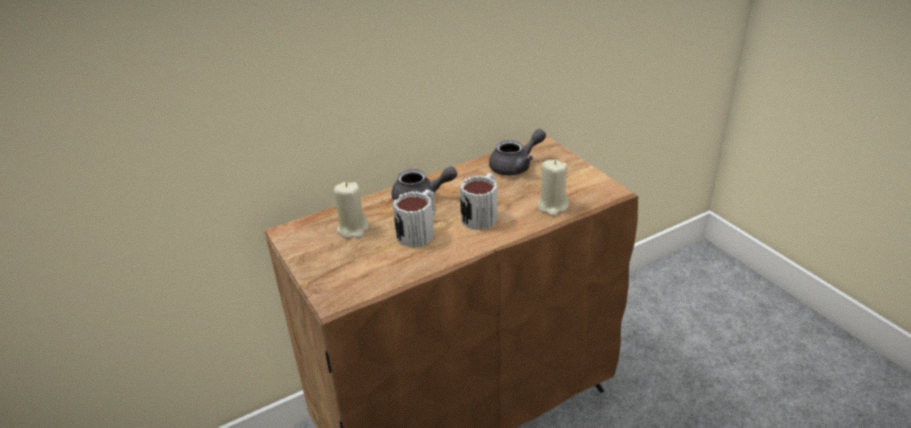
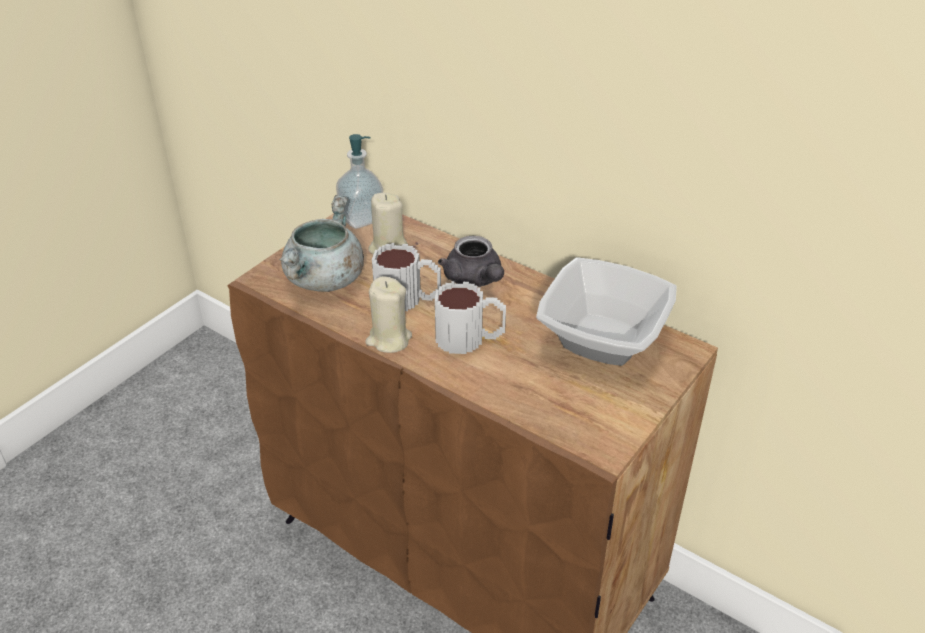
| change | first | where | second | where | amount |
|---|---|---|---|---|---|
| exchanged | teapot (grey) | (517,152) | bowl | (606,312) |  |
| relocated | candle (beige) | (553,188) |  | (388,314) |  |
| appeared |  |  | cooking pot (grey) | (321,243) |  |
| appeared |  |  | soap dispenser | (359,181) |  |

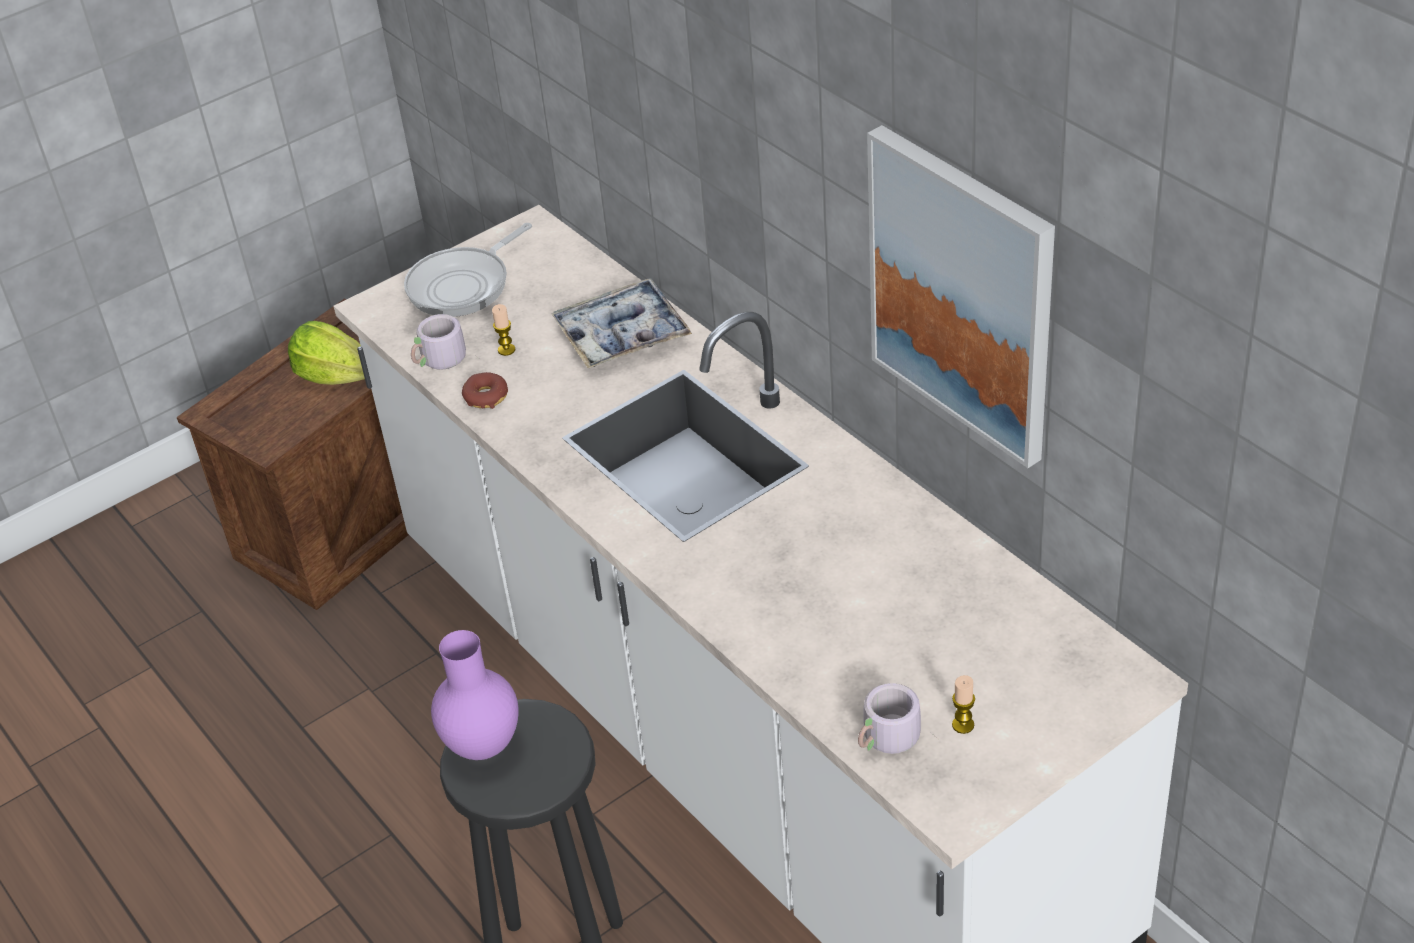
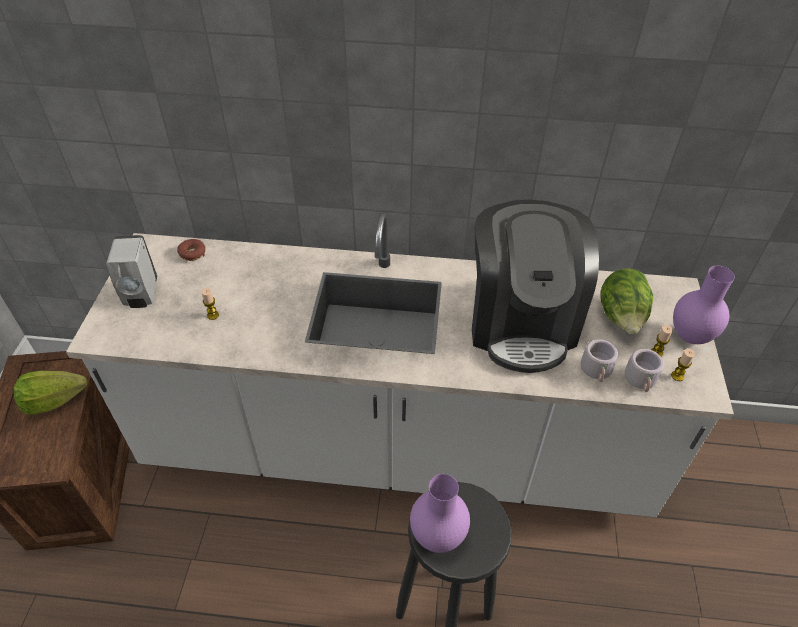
| change | first | where | second | where | amount |
|---|---|---|---|---|---|
| exchanged | frying pan | (468,270) | soap dispenser (white) | (131,271) |  |
| relocated | mug (grey) | (444,342) |  | (599,360) |  |
| relocated | donut | (485,390) |  | (191,250) |  |
| missing | tray | (622,323) |  |  |  |
| missing | picture | (961,296) |  |  |  |
| appeared |  |  | coffee machine | (535,286) |  |
| appeared |  |  | lettuce | (627,301) |  |
| appeared |  |  | candle | (683,364) |  |
| appeared |  |  | vase (purple) | (704,305) |  |

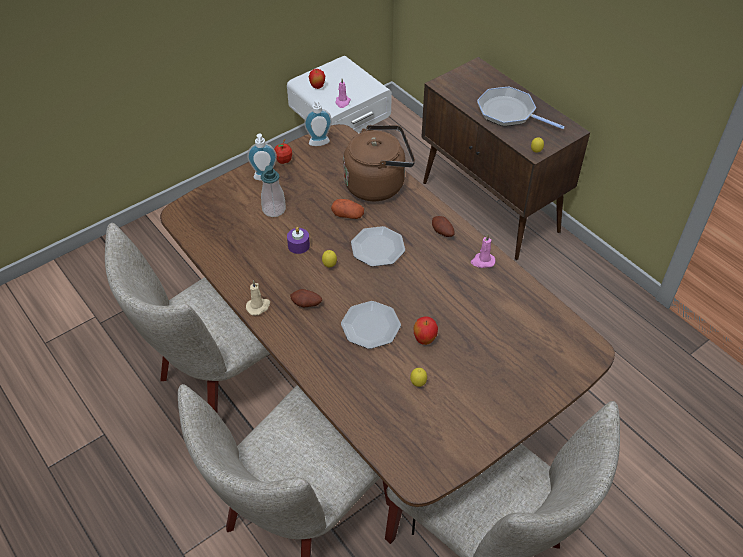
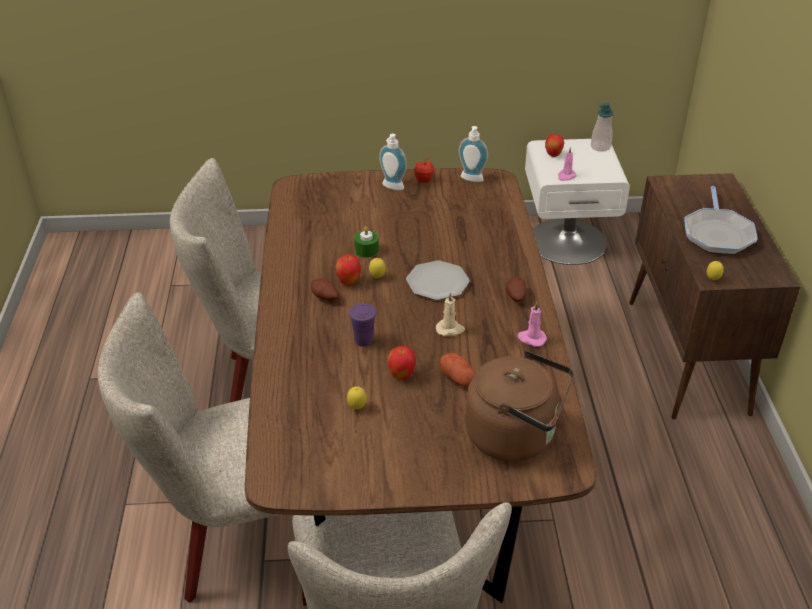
| change | first | where | second | where | amount |
|---|---|---|---|---|---|
| relocated | candle (beige) | (258,297) |  | (450,314) |  |
| relocated | soap dispenser | (273,191) |  | (602,127) |  |
| colour | candle (purple) | (298,240) | candle (green) | (366,242) |  |
| relocated | potato | (347,209) |  | (458,370) |  |
| exchanged | plate | (371,325) | cup (purple) | (363,325) |  |
| relocated | kettle (brown) | (379,163) |  | (519,405) |  |
| spun | frying pan | (521,107) |  | (721,220) | 150 degrees counterclockwise |
| appeared |  |  | apple | (348,270) |  |

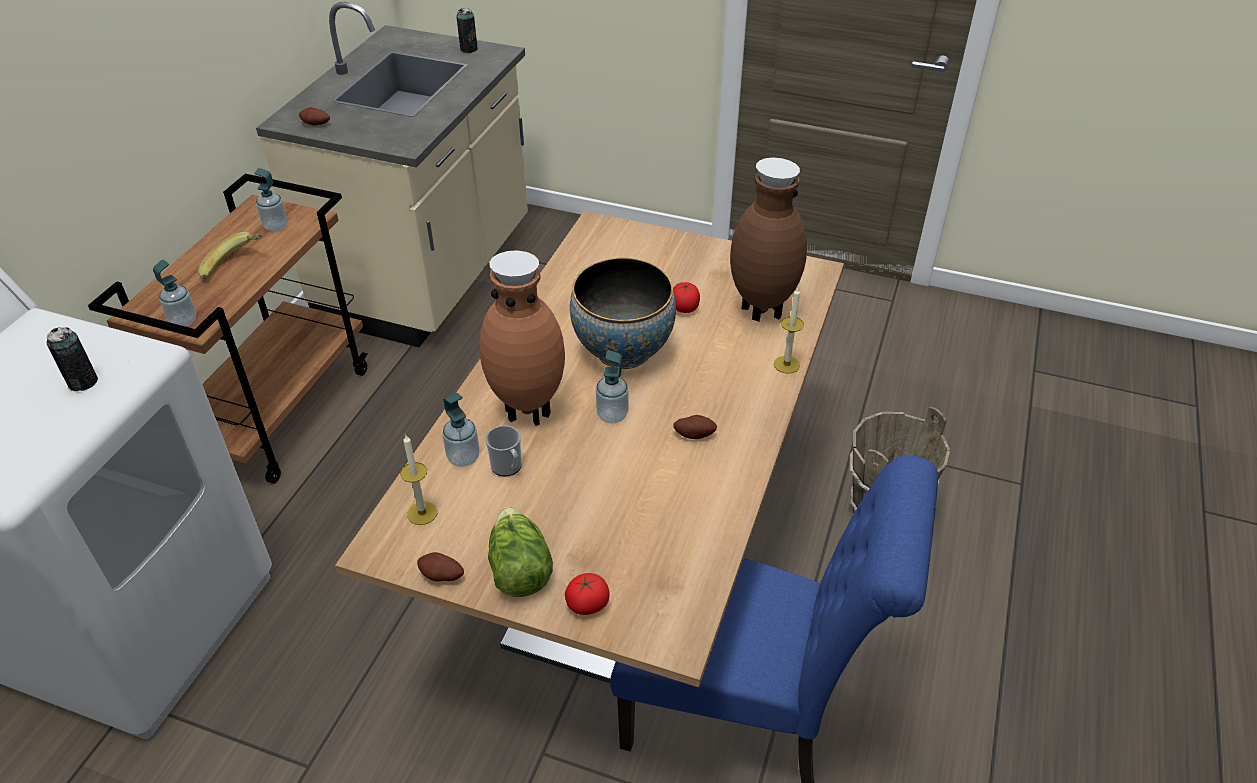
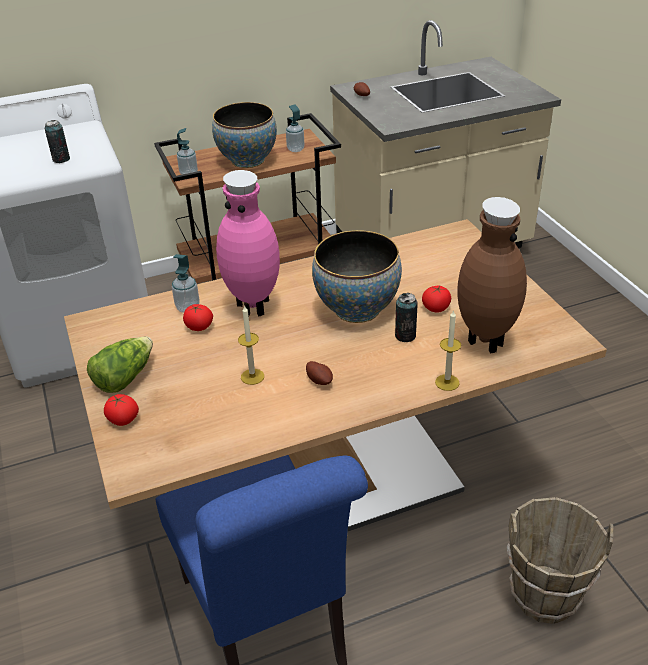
| change | first | where | second | where | amount |
|---|---|---|---|---|---|
| exchanged | banana | (230,256) | bowl | (244,135) |  |
| relocated | candle | (419,480) |  | (251,345) |  |
| missing | potato | (440,566) |  |  |  |
| relocated | can | (467,30) |  | (406,317) |  |
| colour | vase (brown) | (522,338) | vase (pink) | (248,243) |  |
| exchanged | mug | (503,451) | tomato | (198,317) |  |
| missing | soap dispenser | (612,386) |  |  |  |

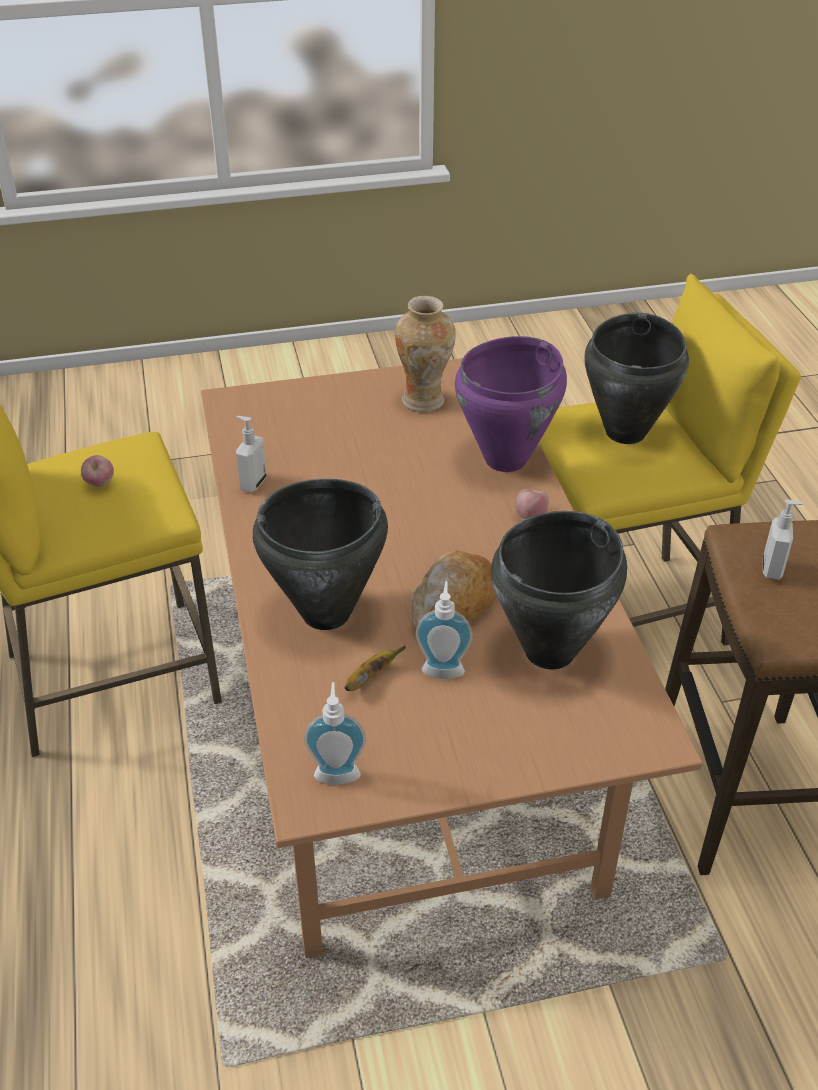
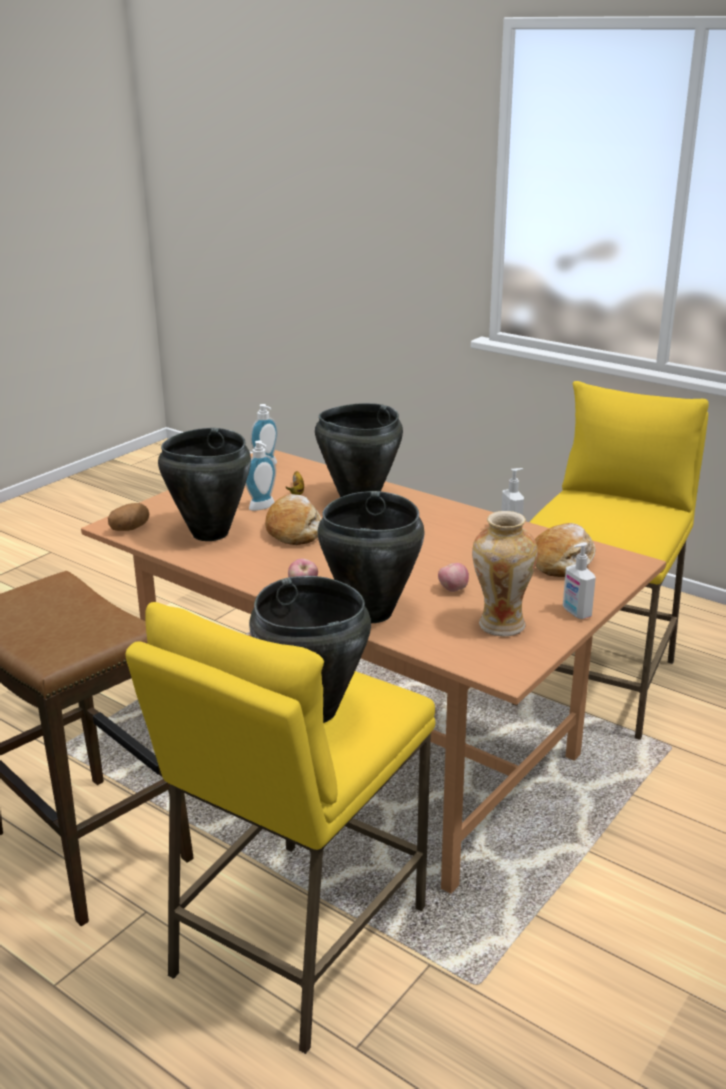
| change | first | where | second | where | amount |
|---|---|---|---|---|---|
| relocated | apple | (97,471) |  | (453,577) |  |
| colour | cooking pot (purple) | (511,404) | cooking pot (black) | (371,557) |  |
| relocated | soap dispenser | (783,539) |  | (579,580) |  |
| appeared |  |  | potato | (128,517) |  |
| appeared |  |  | bread | (565,550) |  |

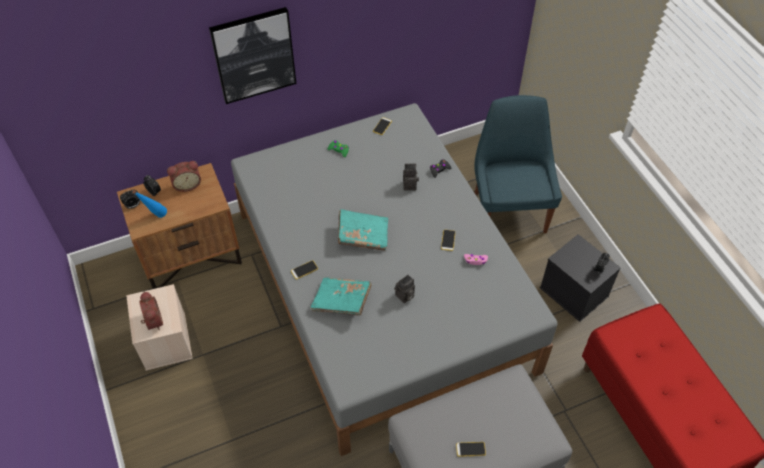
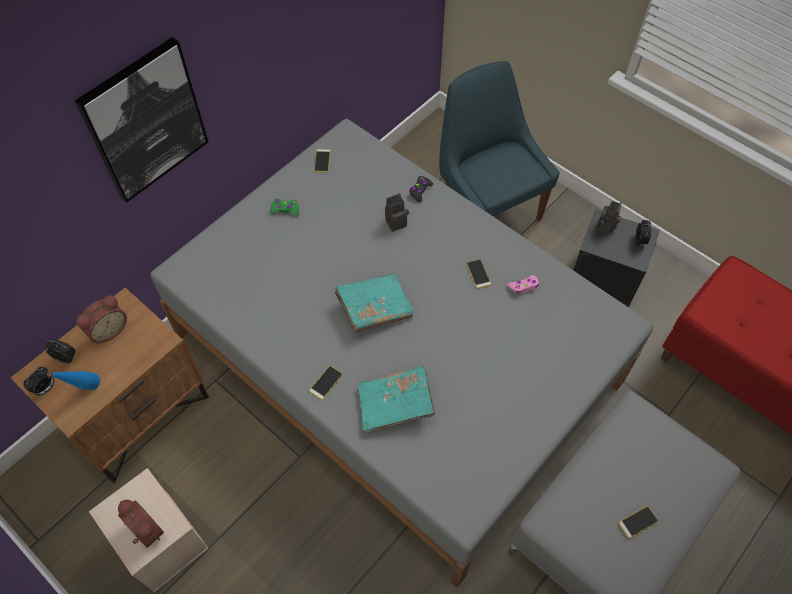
| change | first | where | second | where | amount |
|---|---|---|---|---|---|
| relocated | photo camera | (404,289) |  | (609,217) |  |

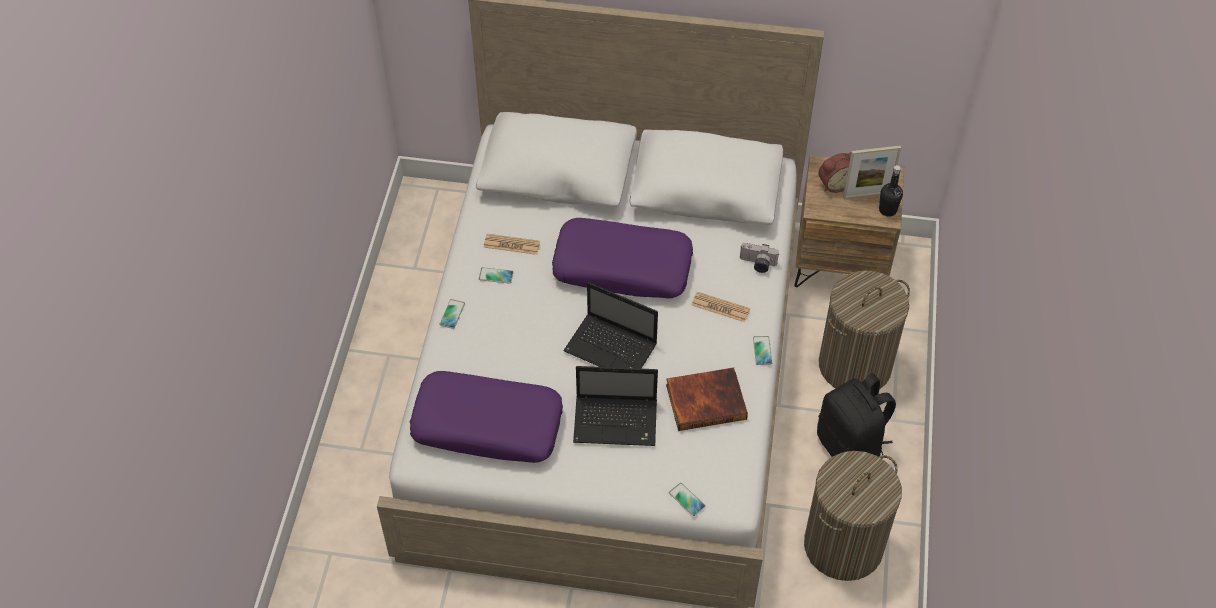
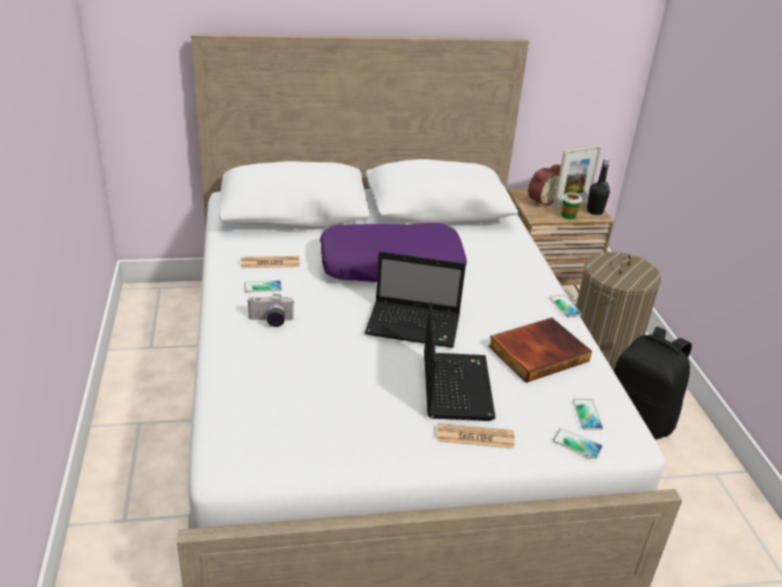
| change | first | where | second | where | amount |
|---|---|---|---|---|---|
| missing | pillow (purple) | (486,417) |  |  |  |
| relocated | phone | (452,314) |  | (588,414) |  |
| spun | laptop | (615,406) |  | (460,361) | 75 degrees counterclockwise |
| relocated | newspaper | (721,307) |  | (476,436) |  |
| relocated | photo camera | (759,258) |  | (270,310) |  |
| missing | laundry basket | (853,516) |  |  |  |
| appeared |  |  | cup | (572,206) |  |

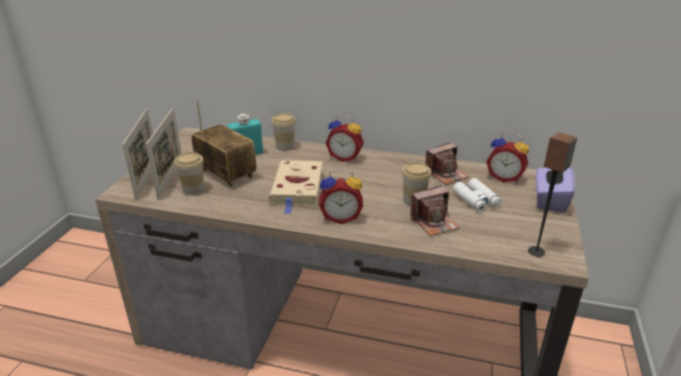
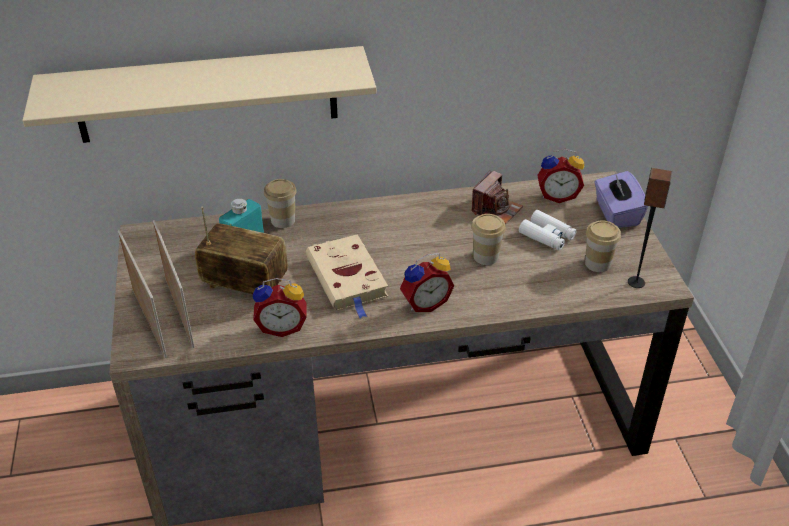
| change | first | where | second | where | amount |
|---|---|---|---|---|---|
| relocated | cup | (189,173) |  | (603,246) |  |
| relocated | alarm clock | (345,138) |  | (279,307) |  |
| missing | photo camera | (435,210) |  |  |  |
| appeared |  |  | shelf (beige) | (199,94) |  |

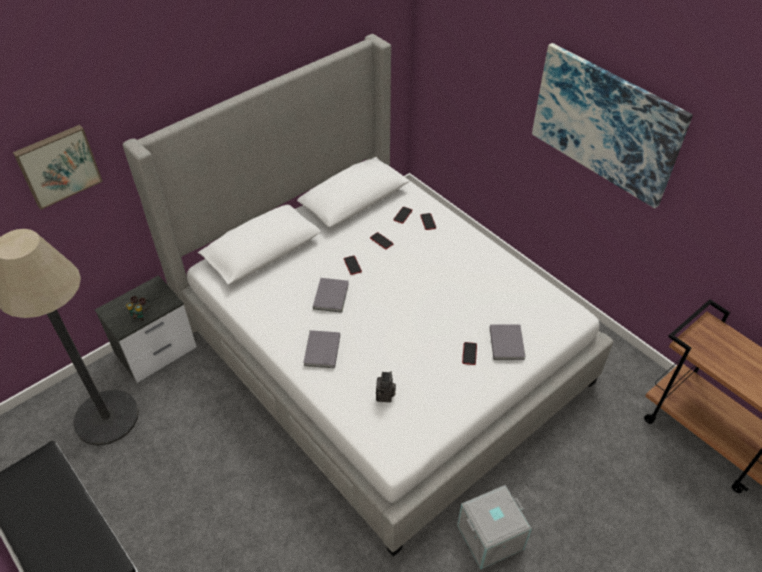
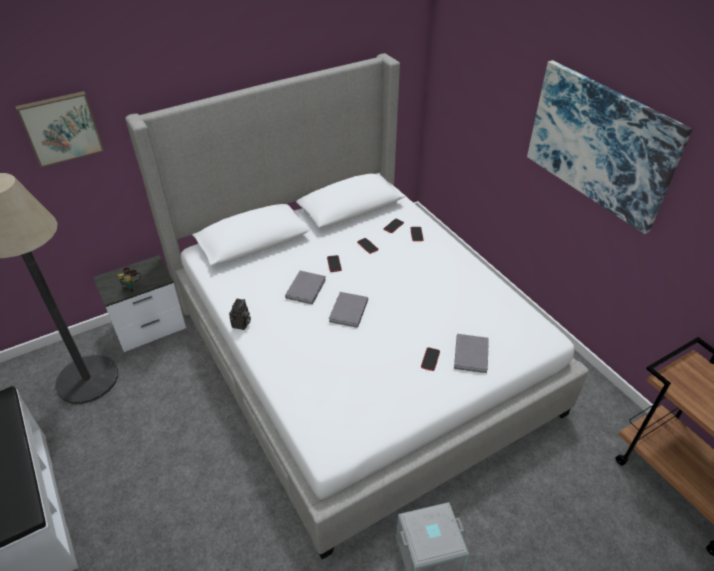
| change | first | where | second | where | amount |
|---|---|---|---|---|---|
| relocated | book (grey) | (321,349) |  | (348,310) |  |
| relocated | photo camera | (386,386) |  | (240,314) |  |

